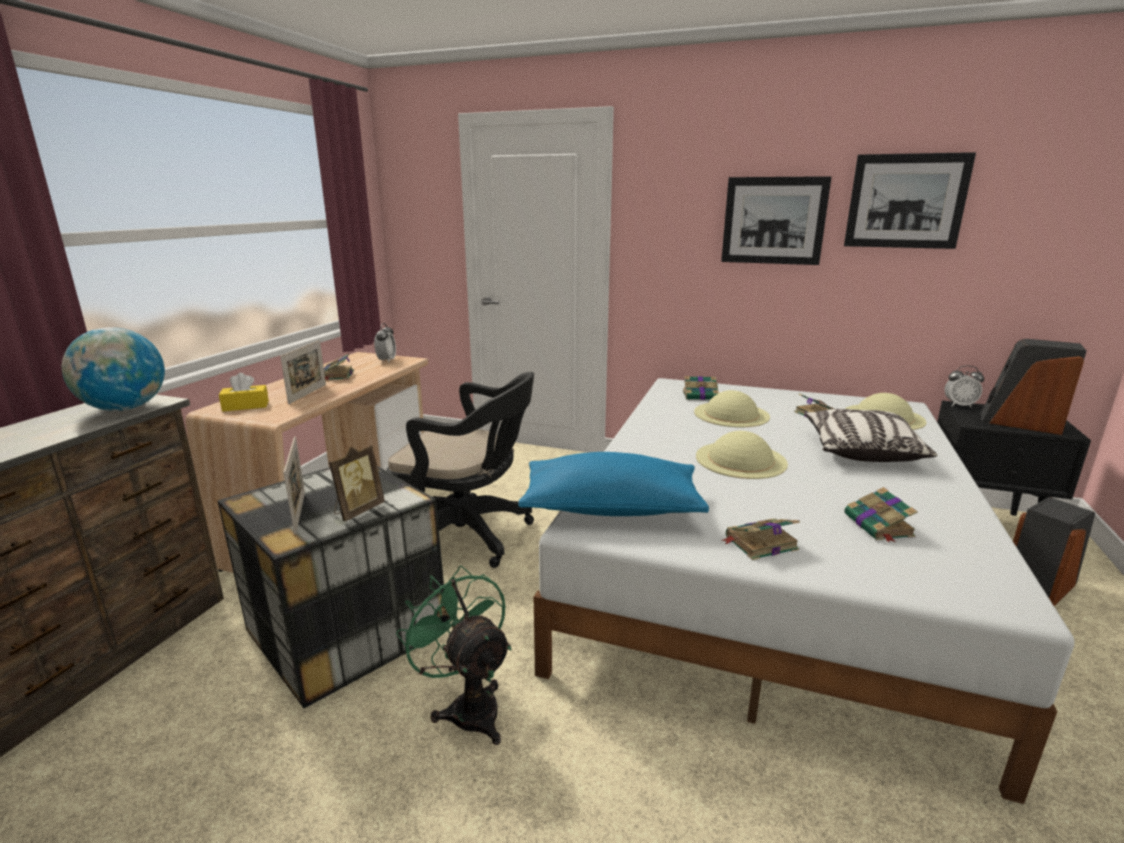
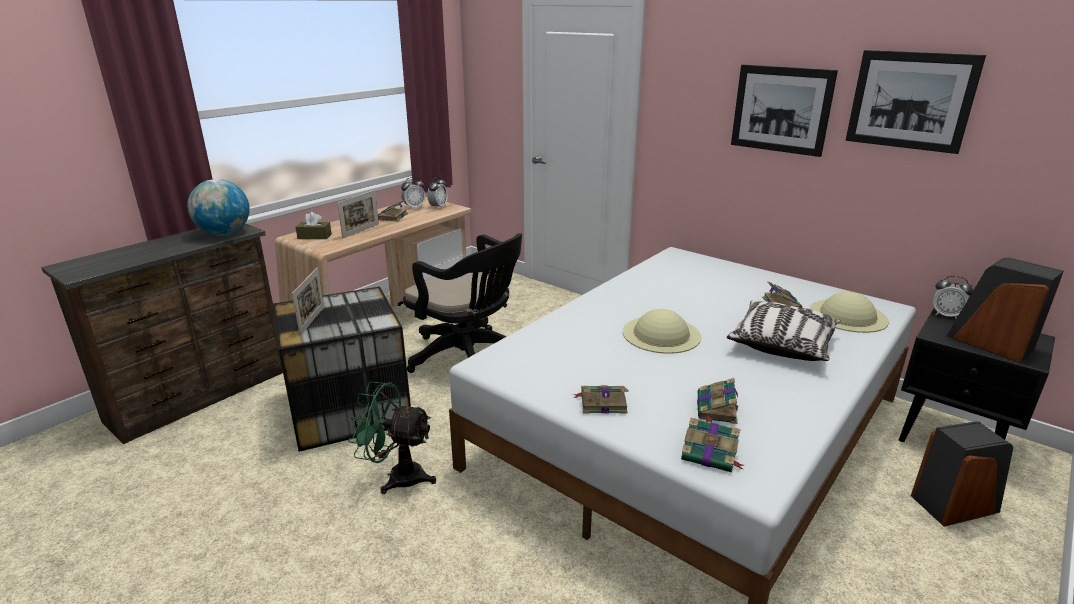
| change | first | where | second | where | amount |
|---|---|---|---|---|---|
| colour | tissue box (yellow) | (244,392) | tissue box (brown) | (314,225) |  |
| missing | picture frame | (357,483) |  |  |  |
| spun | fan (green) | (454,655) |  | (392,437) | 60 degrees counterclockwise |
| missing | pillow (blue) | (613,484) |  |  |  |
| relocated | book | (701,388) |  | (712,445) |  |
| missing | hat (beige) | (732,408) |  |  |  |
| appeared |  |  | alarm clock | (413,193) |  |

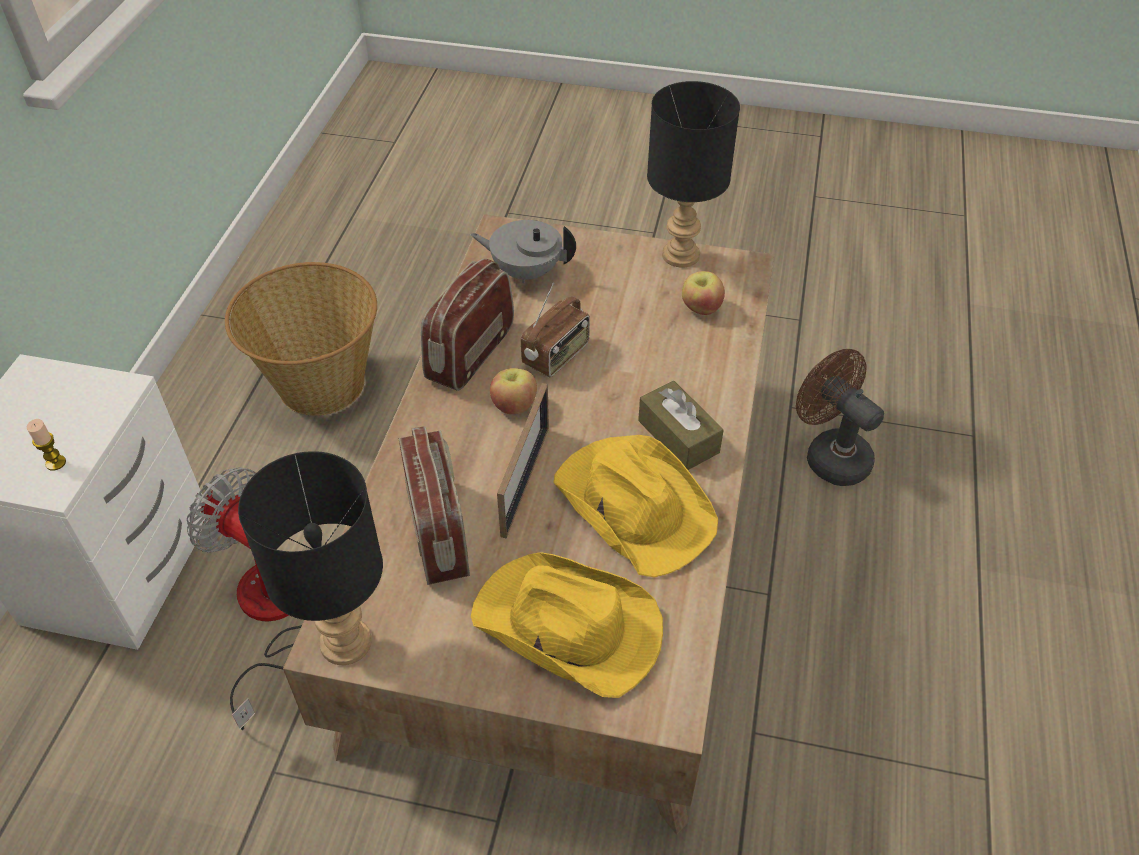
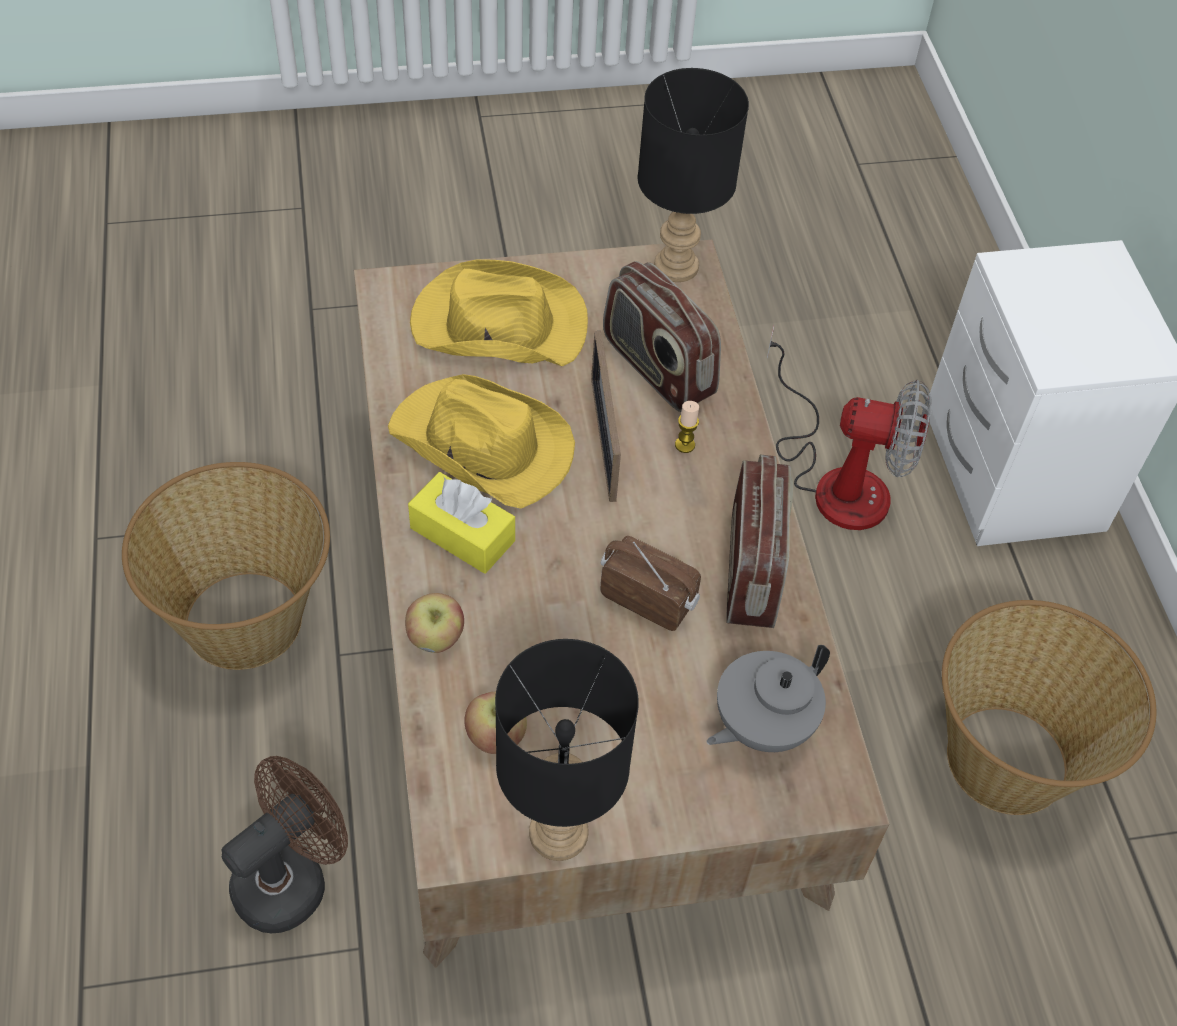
| change | first | where | second | where | amount |
|---|---|---|---|---|---|
| relocated | candle | (46,445) |  | (687,427) |  |
| spun | teapot (grey) | (523,251) |  | (768,698) | 150 degrees clockwise |
| relocated | apple | (513,391) |  | (434,623) |  |
| spun | radio | (555,329) |  | (650,583) | 105 degrees clockwise |
| colour | tissue box (brown) | (681,425) | tissue box (yellow) | (461,523) |  |
| spun | fan (brown) | (840,417) |  | (285,844) | 75 degrees counterclockwise |
| appeared |  |  | basket | (226,566) |  |

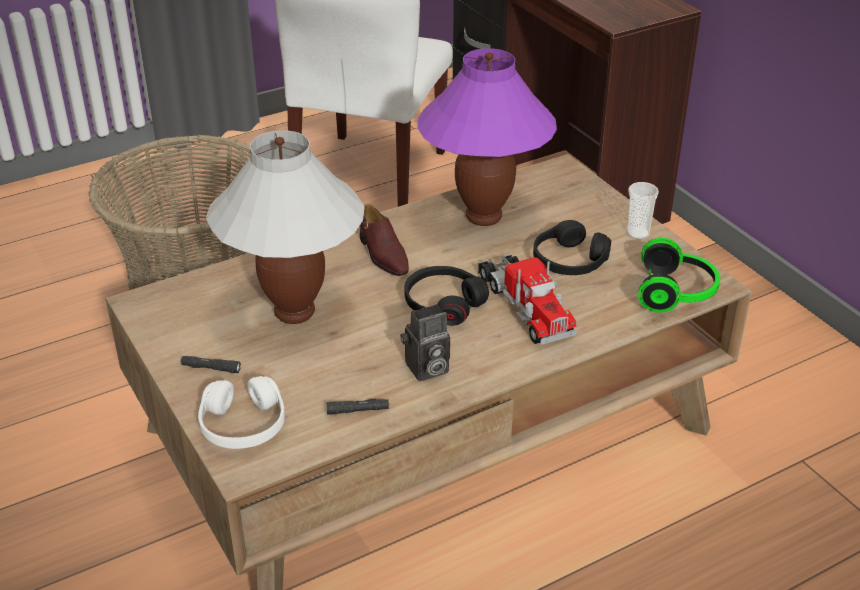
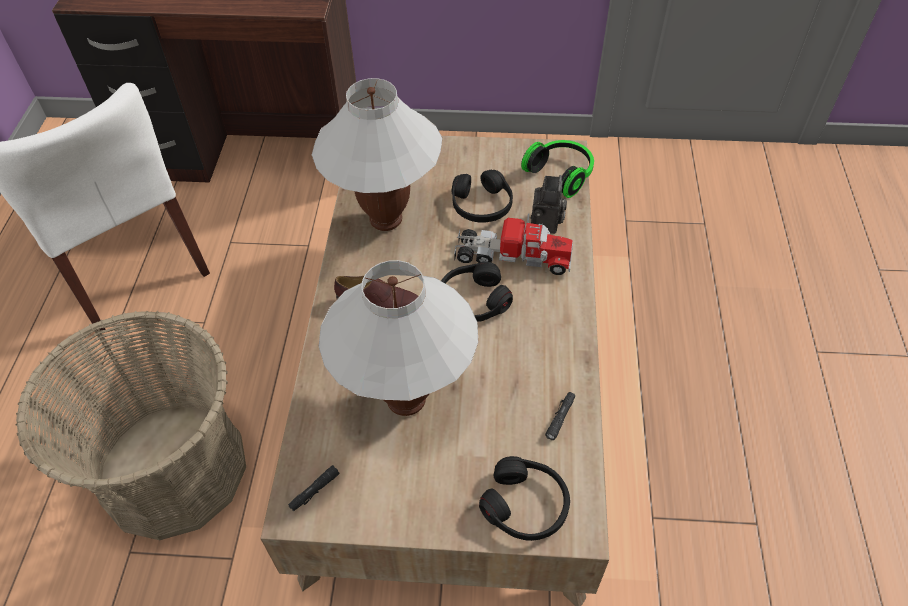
| change | first | where | second | where | amount |
|---|---|---|---|---|---|
| relocated | flashlight (black) | (211,364) |  | (314,488) |  |
| colour | headphones (white) | (241,412) | headphones (black) | (524,498) |  |
| relocated | photo camera | (425,342) |  | (549,204) |  |
| colour | table lamp (purple) | (487,137) | table lamp (white) | (377,154) |  |
| missing | cup | (643,210) |  |  |  |

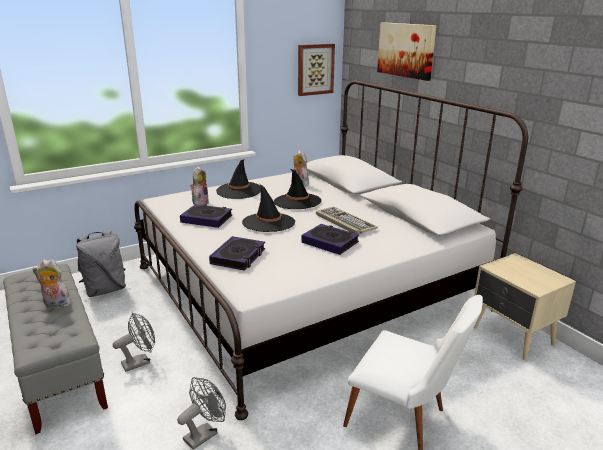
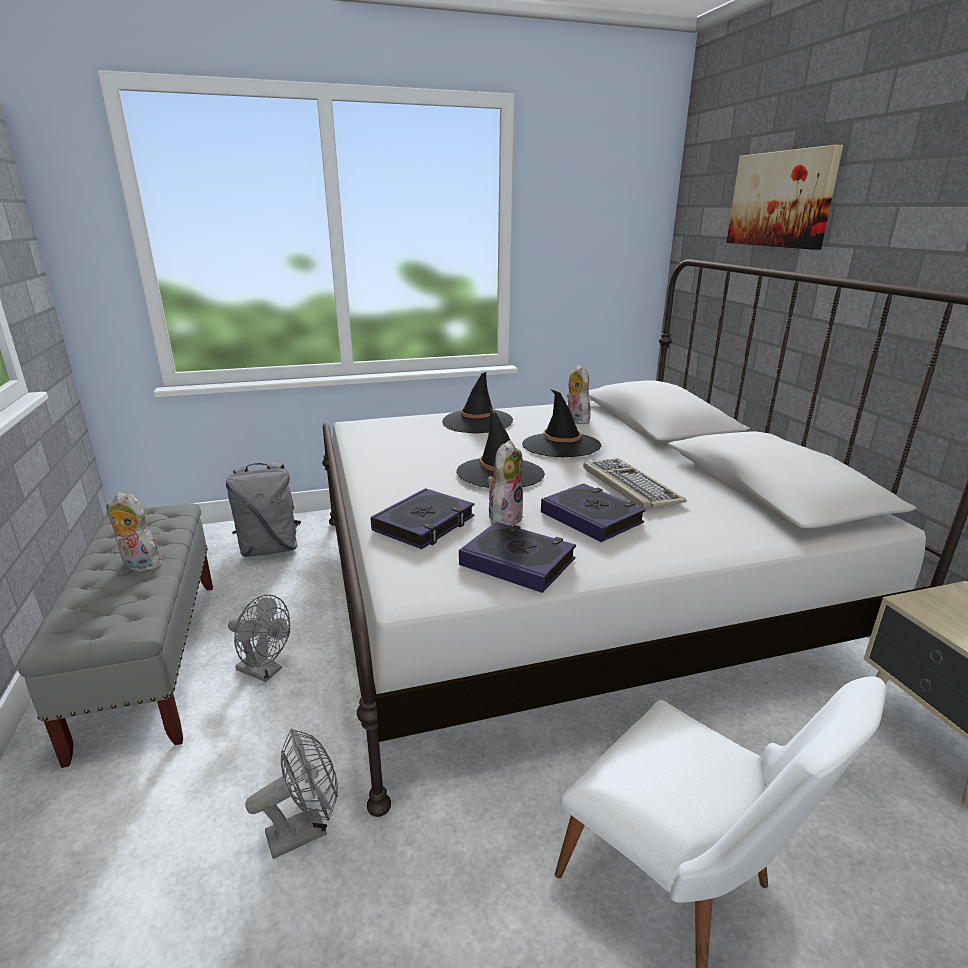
| change | first | where | second | where | amount |
|---|---|---|---|---|---|
| spun | fan (grey) | (134,342) |  | (259,638) | 45 degrees clockwise |
| relocated | book | (206,216) |  | (517,557) |  |
| relocated | plush toy | (199,185) |  | (505,483) |  |
| missing | picture | (316,70) |  |  |  |

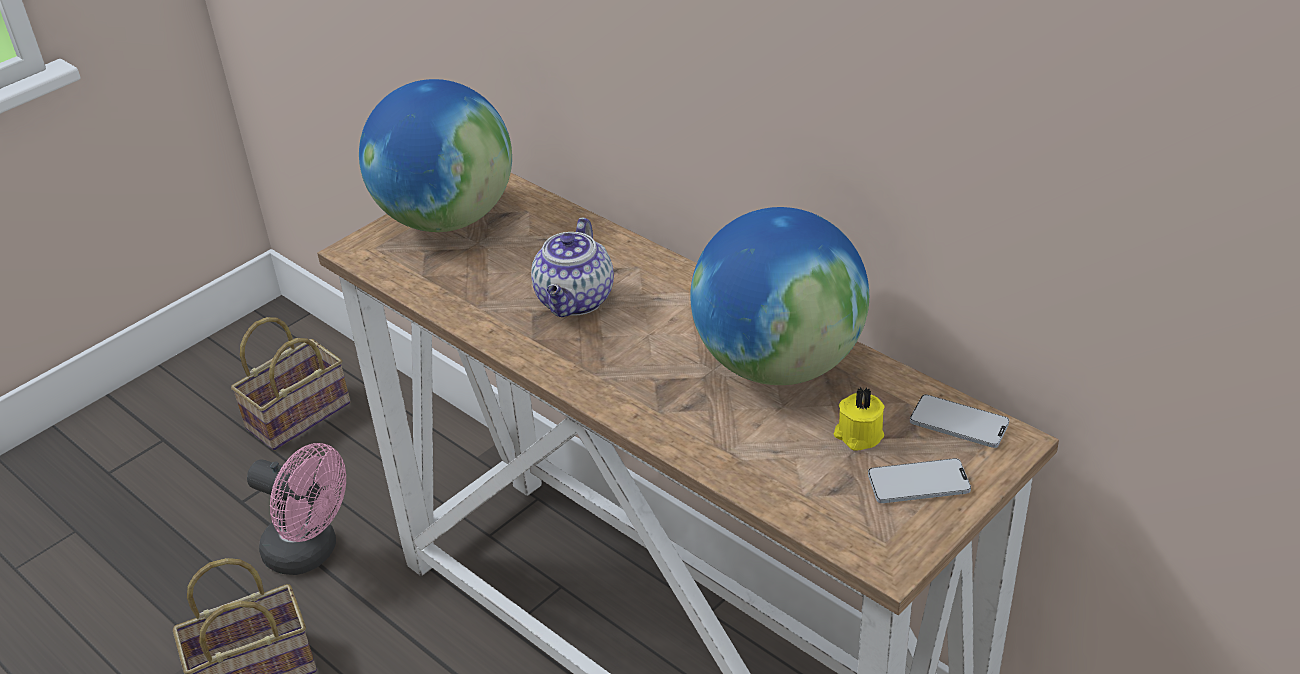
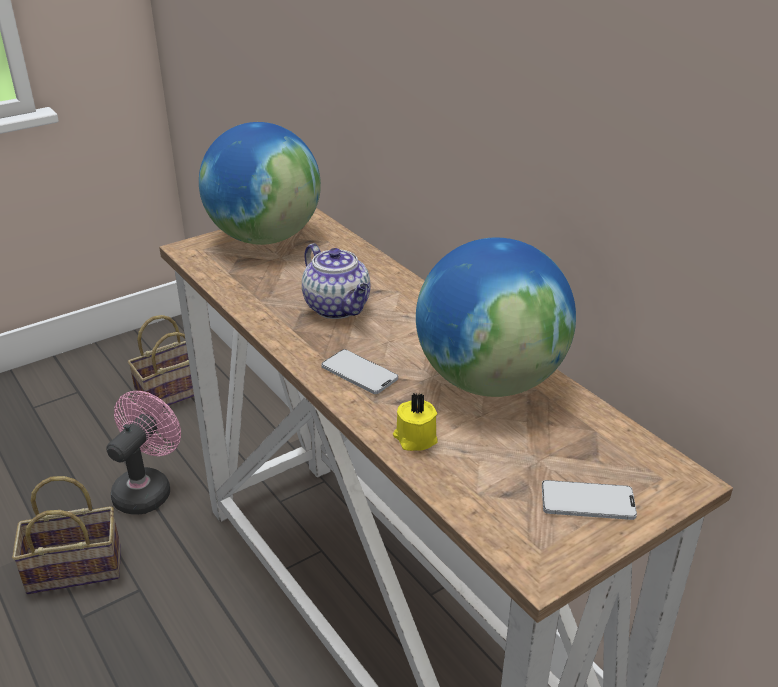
| change | first | where | second | where | amount |
|---|---|---|---|---|---|
| spun | fan (pink) | (296,509) |  | (143,452) | 105 degrees counterclockwise |
| spun | teapot | (572,267) |  | (336,281) | 60 degrees counterclockwise |
| relocated | candle (yellow) | (859,418) |  | (415,421) |  |
| relocated | phone | (959,421) |  | (359,371) |  |

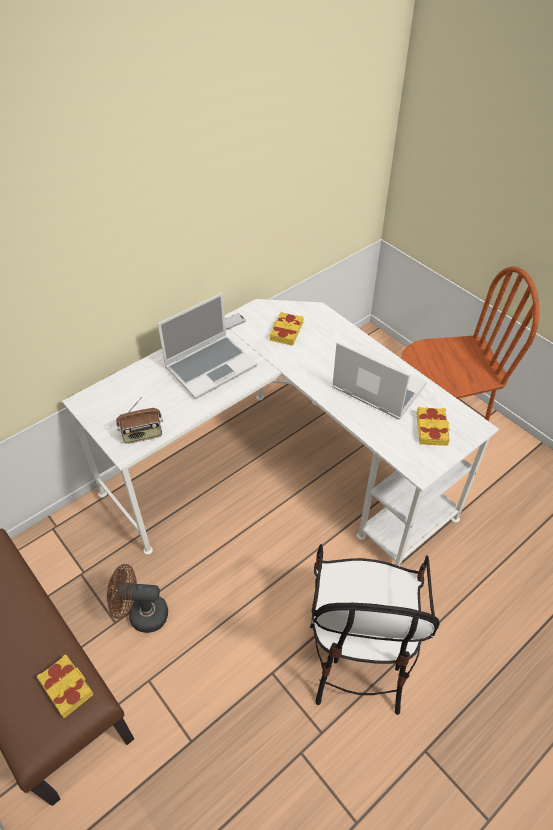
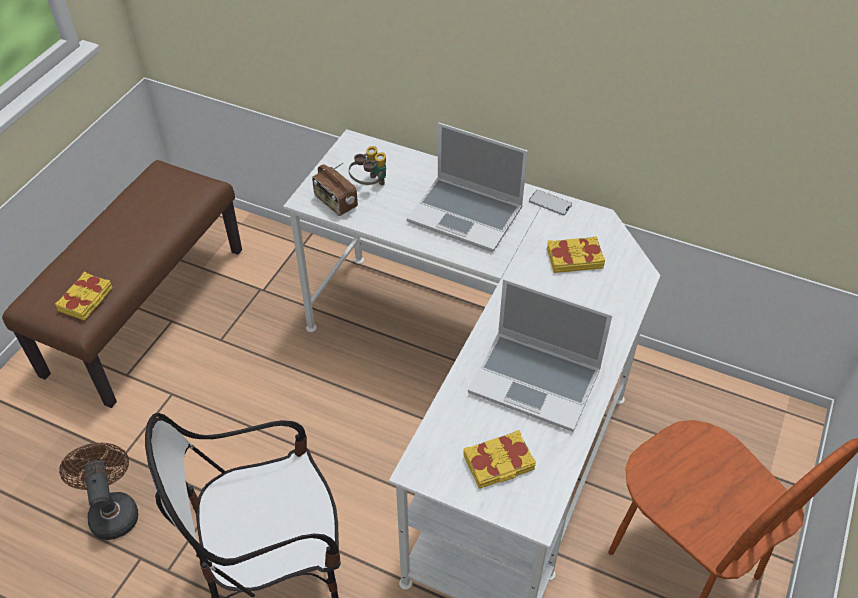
| change | first | where | second | where | amount |
|---|---|---|---|---|---|
| relocated | fan (brown) | (137,598) |  | (98,491) |  |
| spun | laptop | (379,380) |  | (540,355) | 105 degrees clockwise |
| appeared |  |  | binoculars | (367,165) |  |

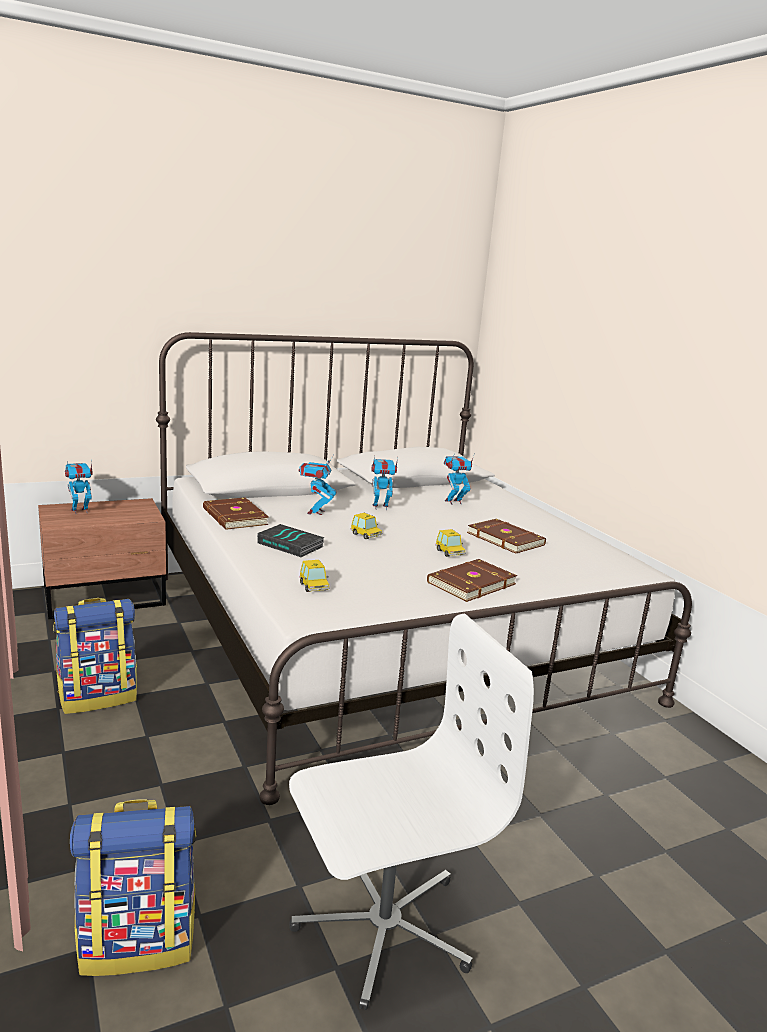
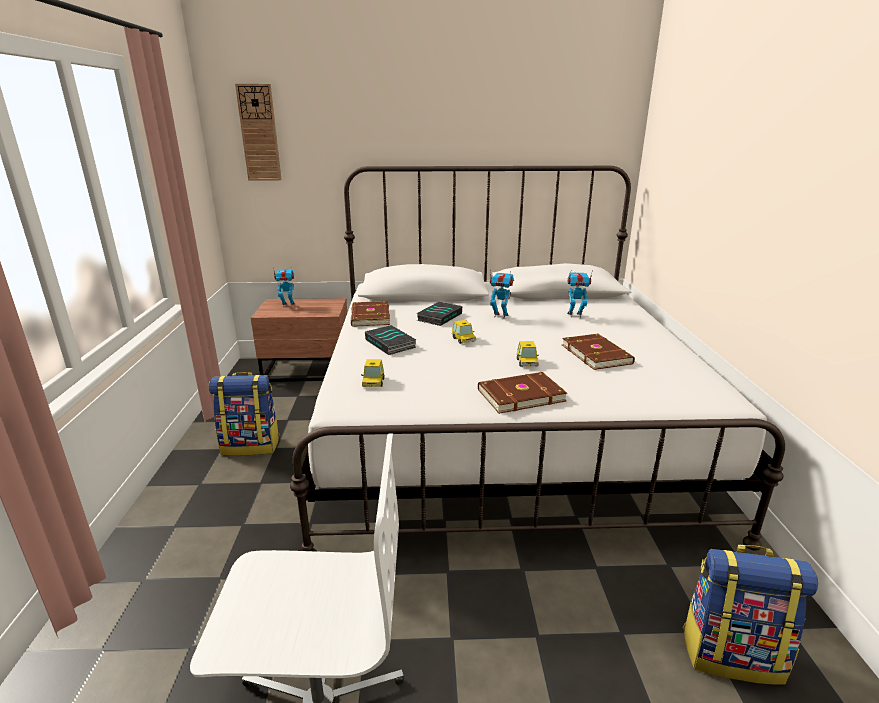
| change | first | where | second | where | amount |
|---|---|---|---|---|---|
| relocated | backpack | (133,887) |  | (750,615) |  |
| exchanged | toy robot | (317,485) | book | (439,313) |  |
| appeared |  |  | wall clock | (258,132) |  |

